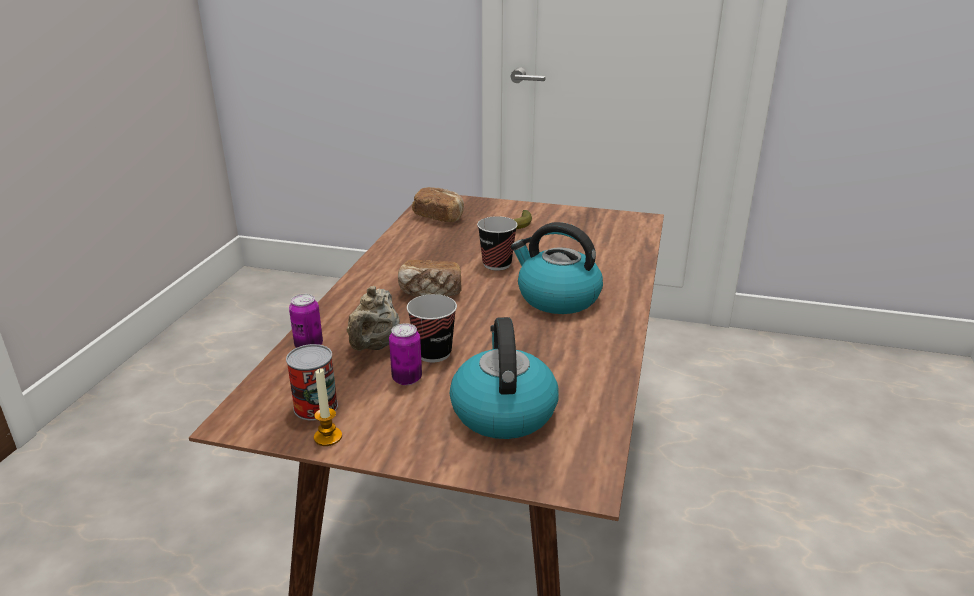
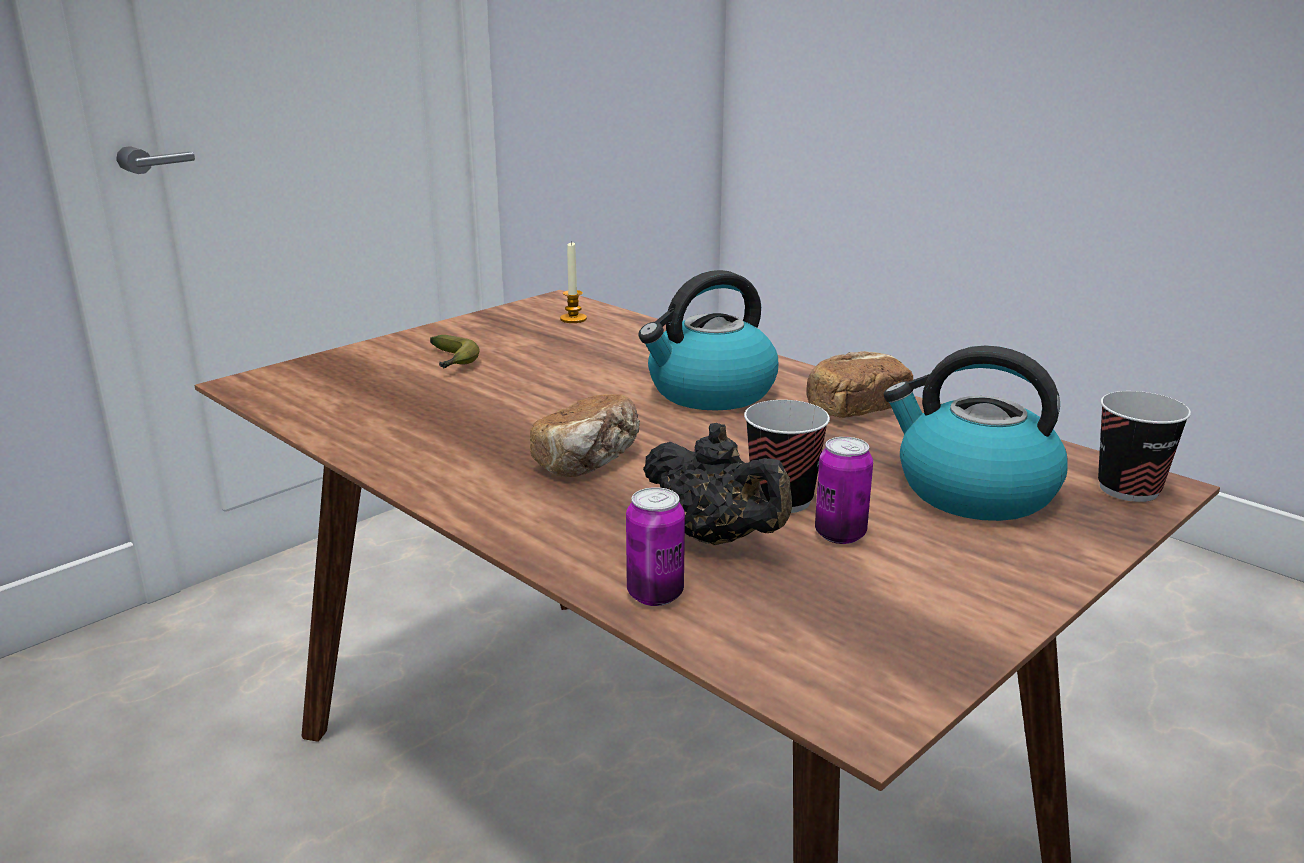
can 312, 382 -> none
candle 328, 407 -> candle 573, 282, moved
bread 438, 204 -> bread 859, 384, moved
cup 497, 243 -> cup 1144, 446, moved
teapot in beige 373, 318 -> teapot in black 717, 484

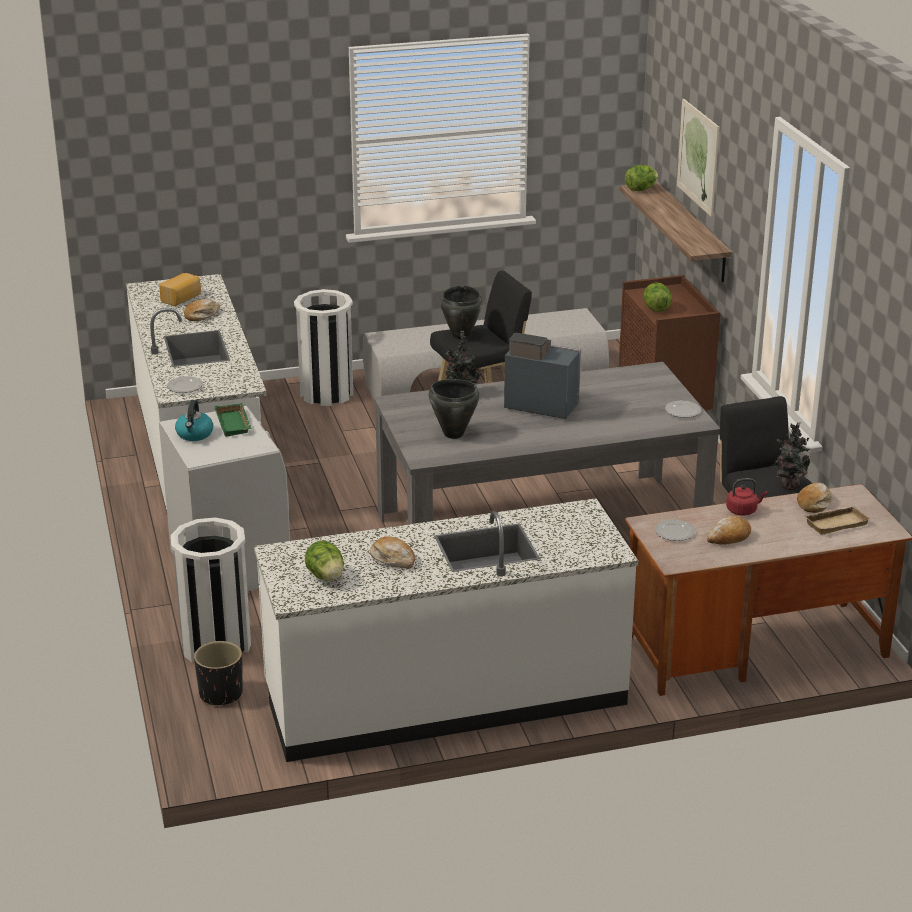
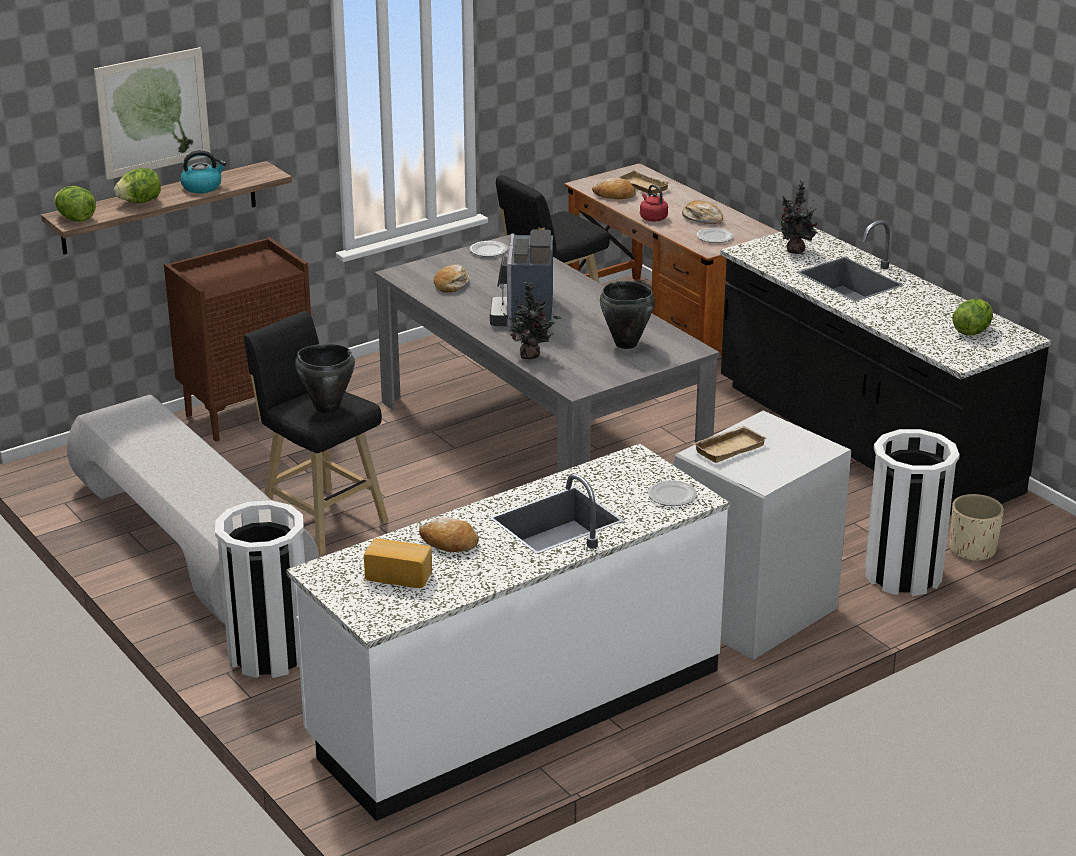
kettle 194, 420 -> kettle 203, 171, moved
bread 392, 552 -> bread 451, 278, moved
lettuce 658, 297 -> lettuce 137, 185, moved
potted plant 791, 456 -> potted plant 799, 217, moved
planter in black 218, 673 -> planter in beige 977, 528
tray in green 233, 420 -> tray in beige 729, 444
counter in white 446, 630 -> counter in black 885, 368

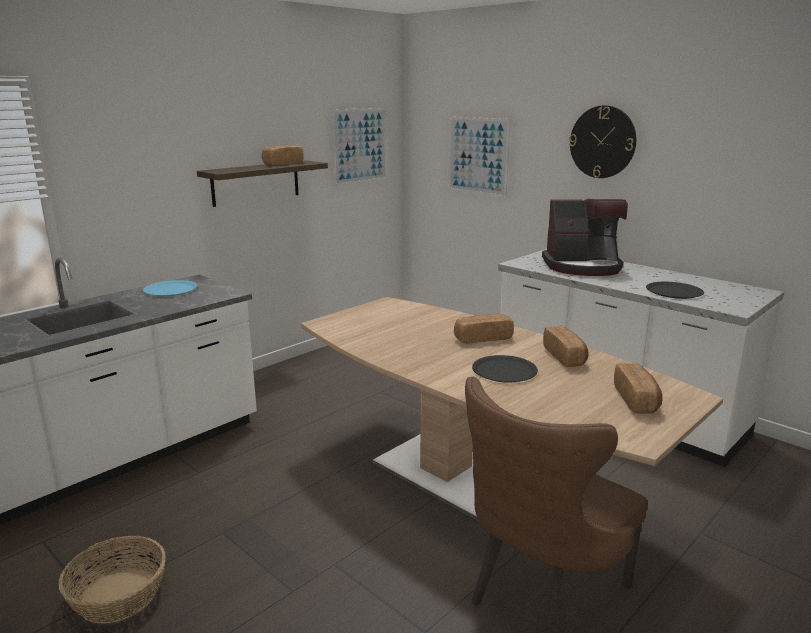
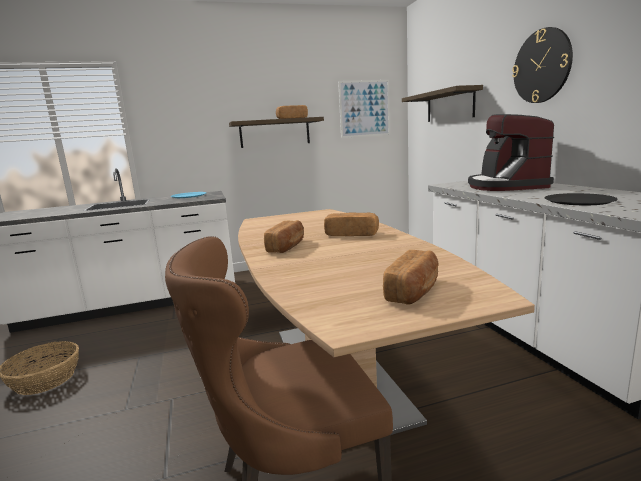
plate in black 505, 368 -> none
bread 566, 346 -> bread 284, 236, moved
picture 479, 157 -> shelf 442, 103
coffee machine 585, 237 -> coffee machine 511, 152, 60 degrees clockwise

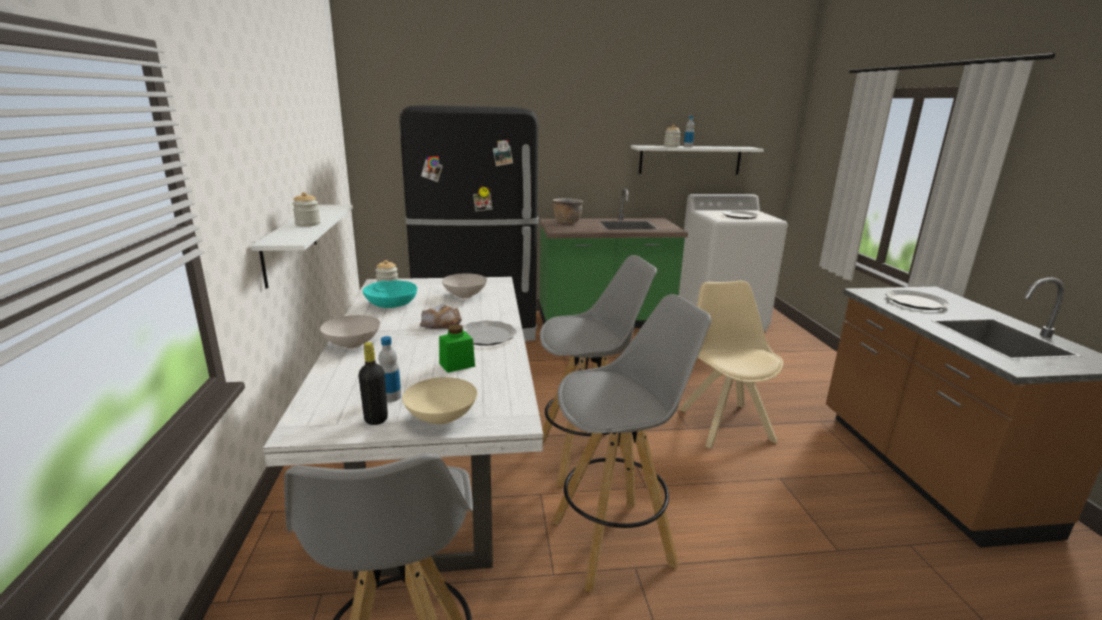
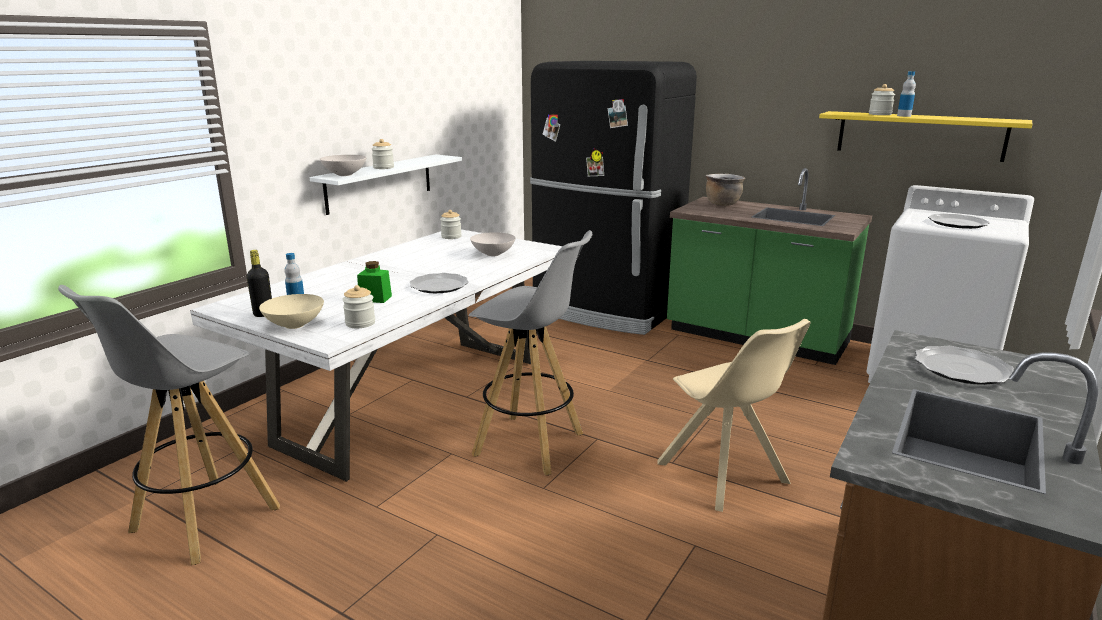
bowl in turquoise 390, 294 -> none
bread 441, 316 -> none
stool in grey 631, 443 -> none
none -> jar 358, 306
bowl in white 350, 331 -> bowl in white 343, 165, moved
shelf in white 697, 159 -> shelf in yellow 925, 136
chair in beige 731, 365 -> chair in beige 733, 415, 120 degrees clockwise

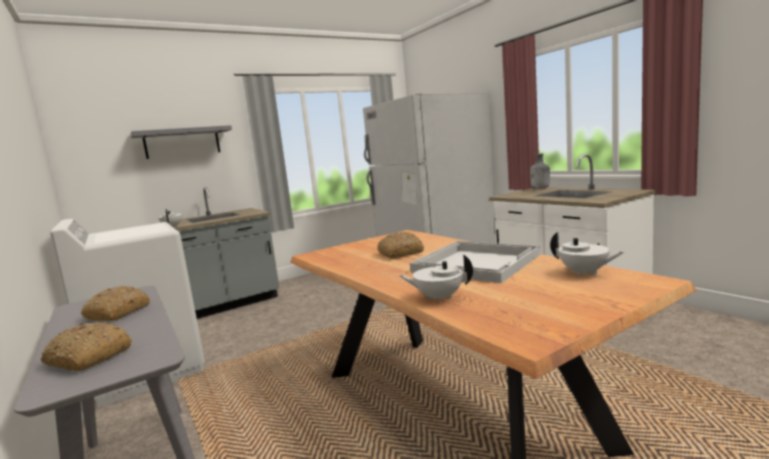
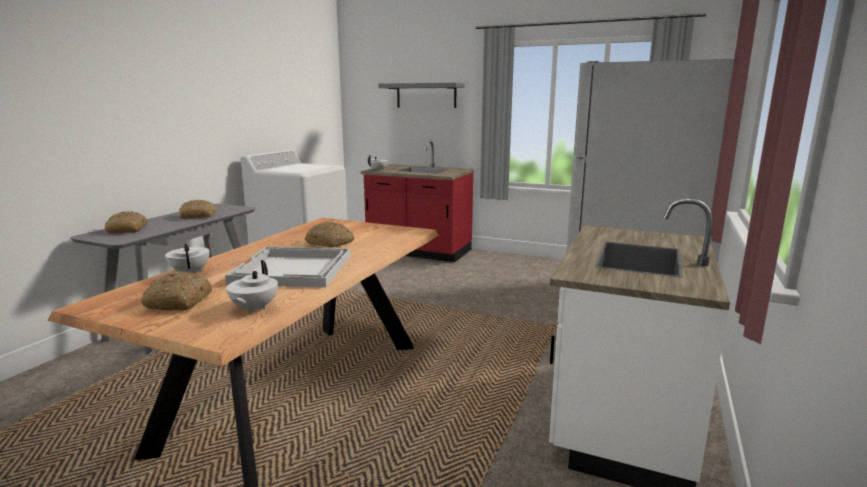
bottle in grey 540, 171 -> none
none -> bread 176, 290
counter in grey 216, 253 -> counter in red 417, 201

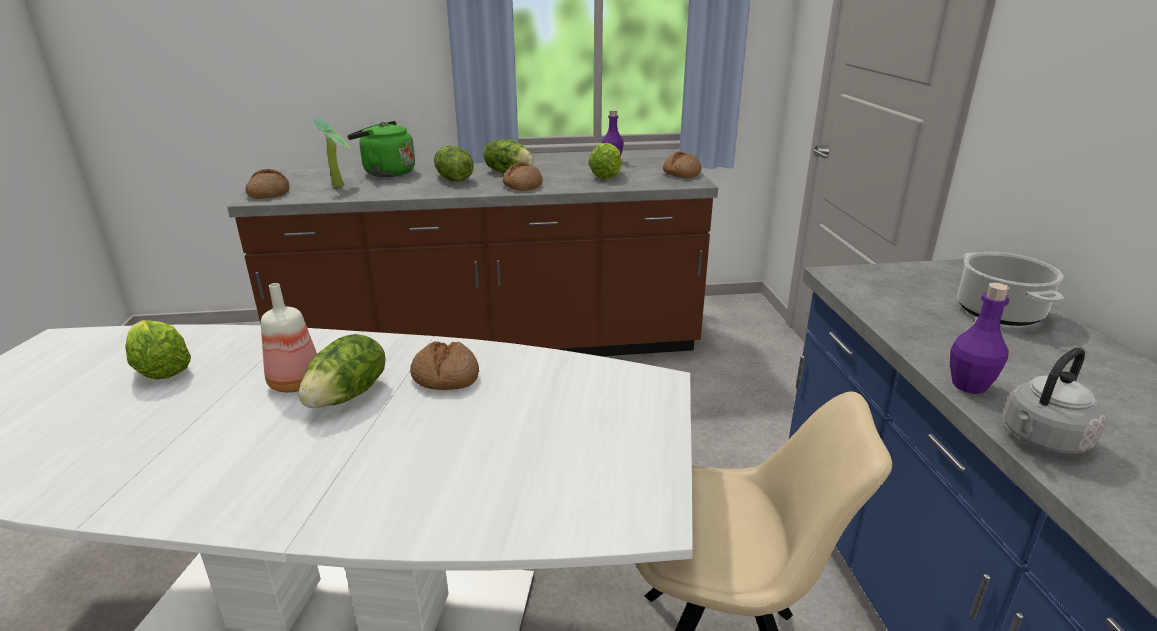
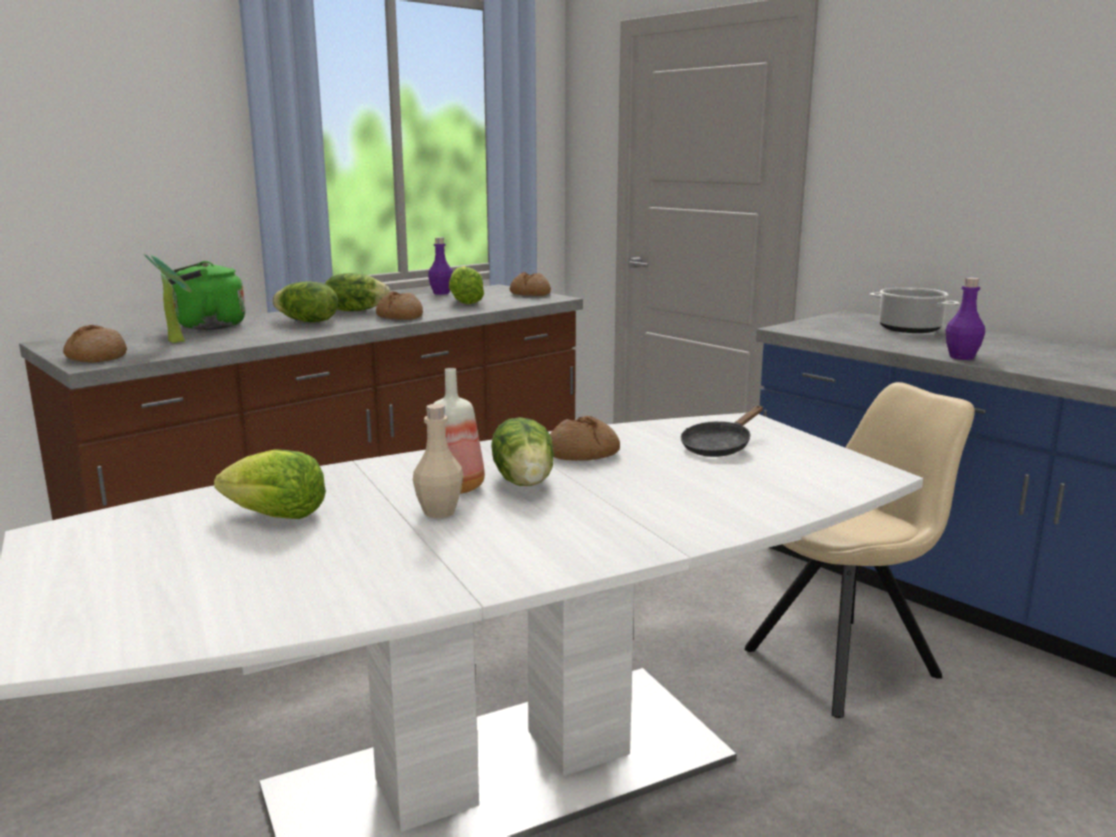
kettle in grey 1055, 401 -> none
none -> bottle in beige 438, 461
none -> frying pan in black 722, 431

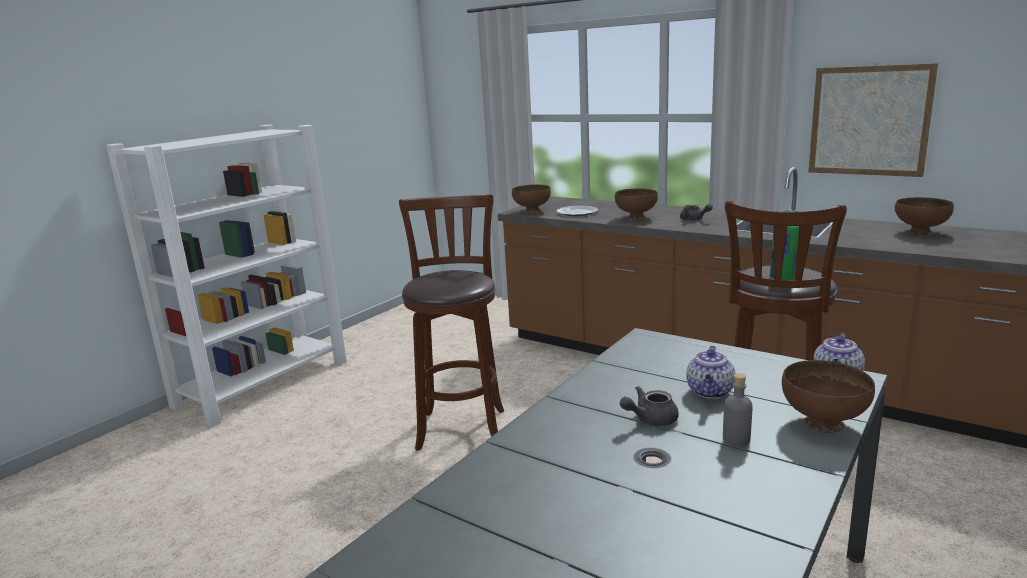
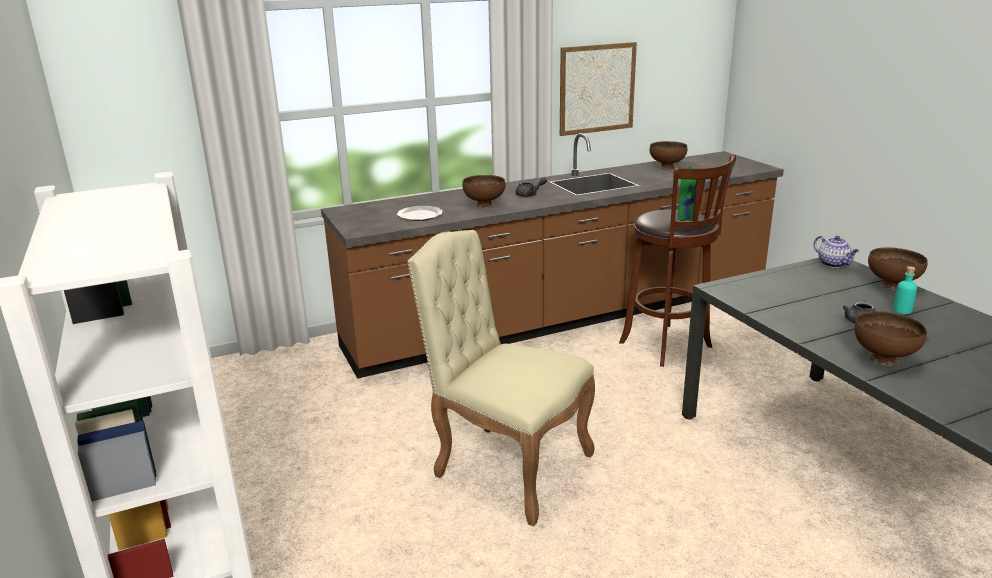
teapot 711, 372 -> none
bowl in brown 531, 199 -> bowl in brown 890, 338, moved
stool in brown 451, 322 -> chair in beige 501, 378
bottle in grey 738, 410 -> bottle in turquoise 905, 290

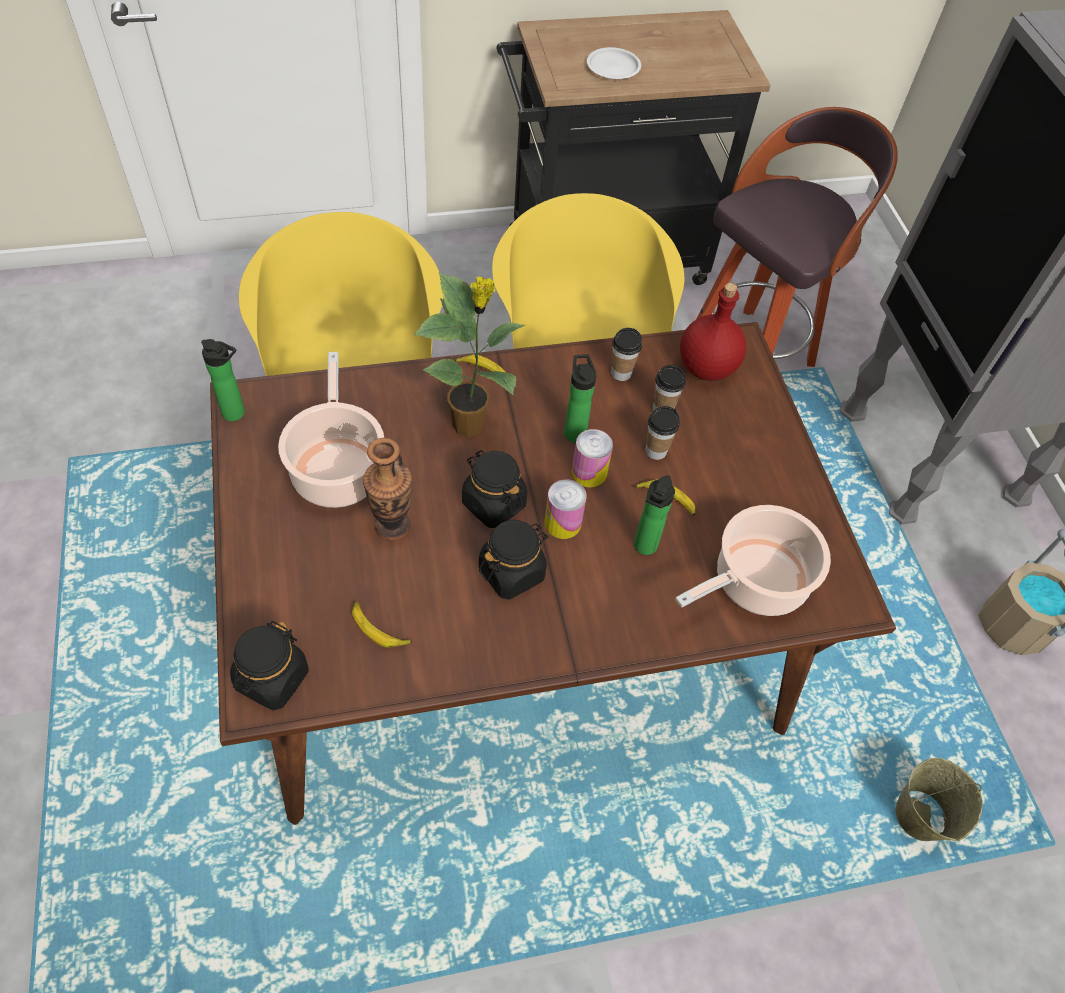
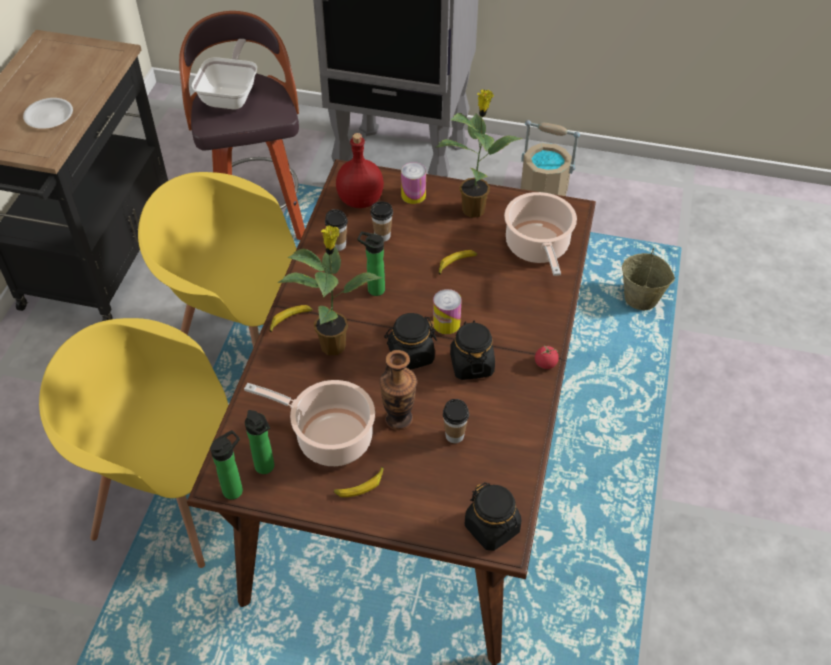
none -> frying pan 224, 74
none -> potted plant 479, 154
none -> tomato 547, 357
banana 382, 625 -> banana 359, 482, moved
can 592, 458 -> can 413, 183, moved
bottle 654, 515 -> bottle 259, 442, moved
cup 662, 433 -> cup 456, 421, moved

